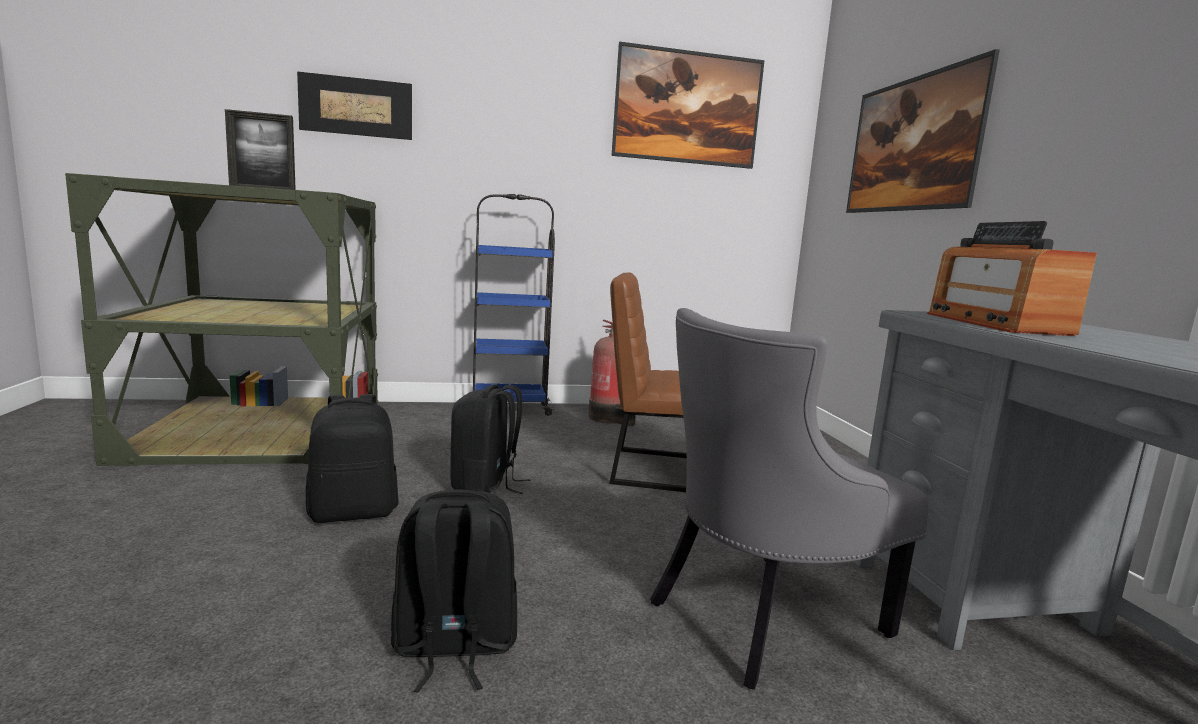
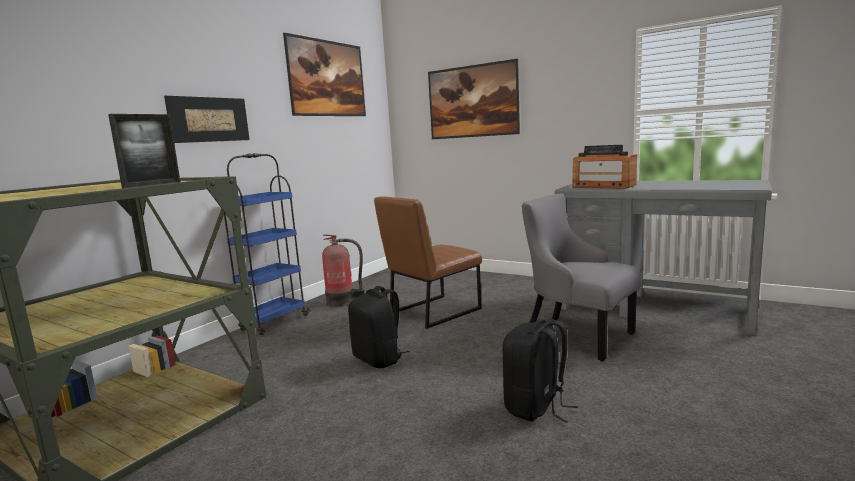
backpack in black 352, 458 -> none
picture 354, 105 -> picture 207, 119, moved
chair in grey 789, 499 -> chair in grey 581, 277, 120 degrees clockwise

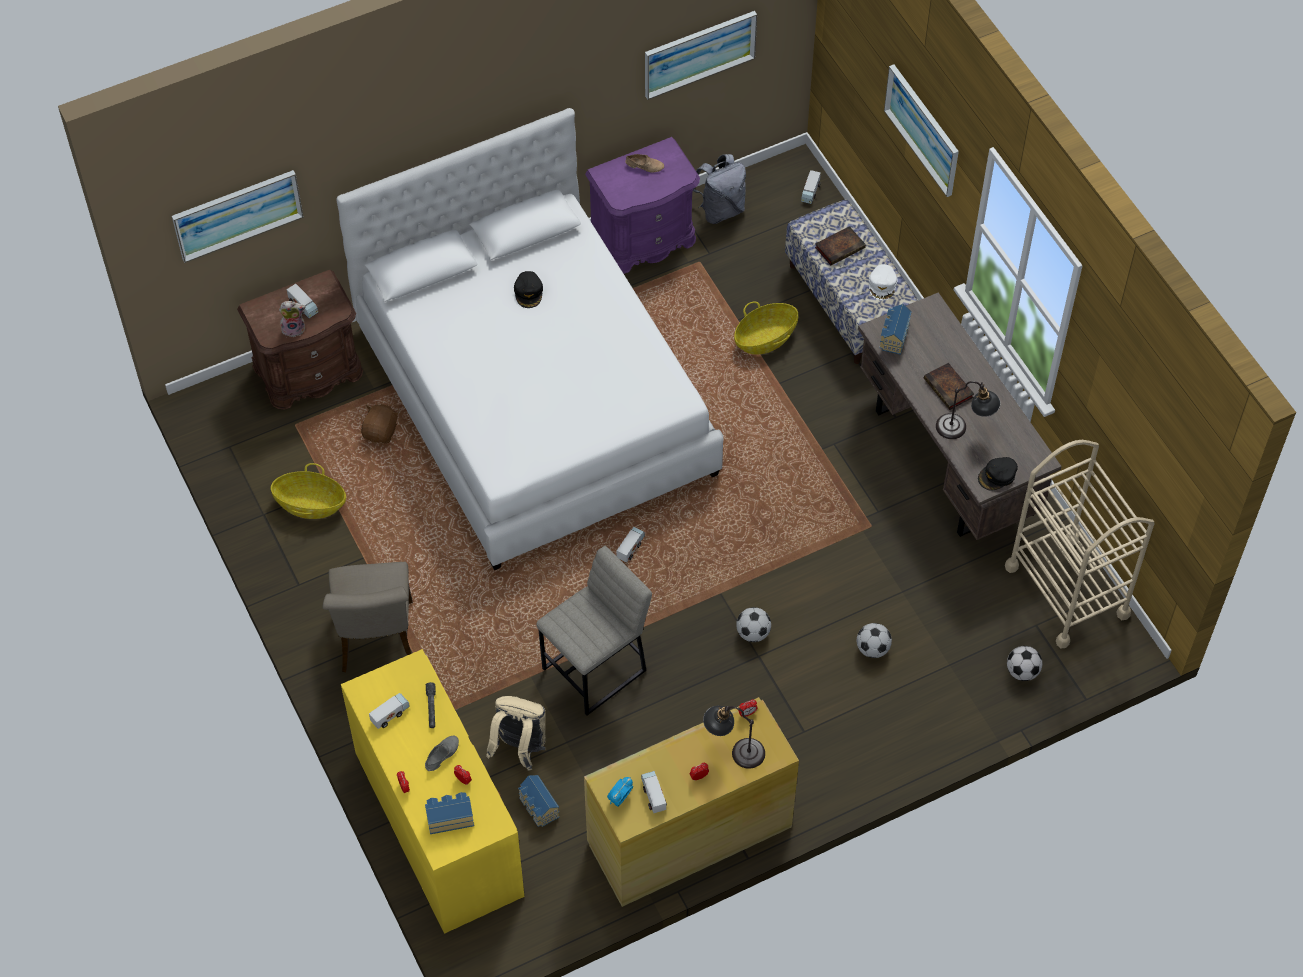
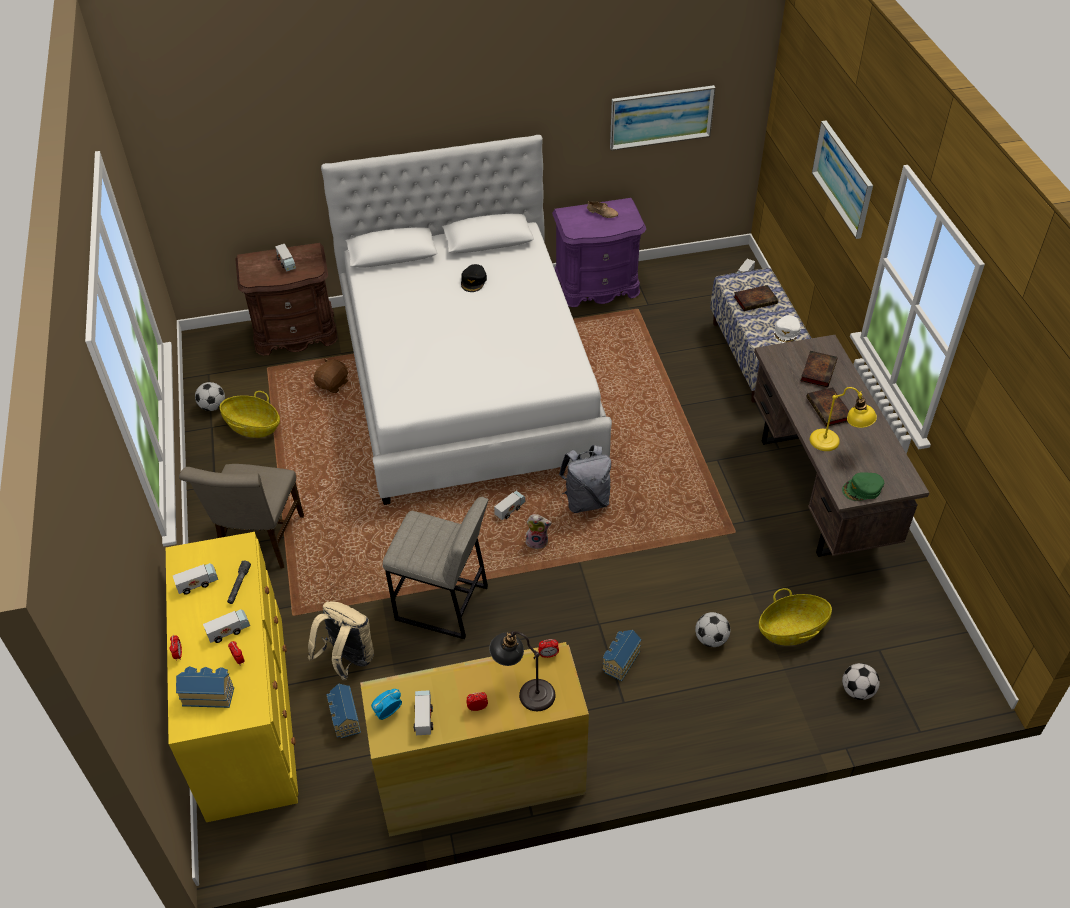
picture 238, 216 -> none
cart in beige 1080, 544 -> none
none -> book 819, 369
plush toy 292, 319 -> plush toy 539, 531, moved
backpack in grey 719, 189 -> backpack in grey 585, 479, moved
basket 766, 328 -> basket 795, 616, moved
football 753, 624 -> football 210, 396, moved
toy house 895, 329 -> toy house 622, 655, moved
shoe in grey 442, 753 -> toy truck 226, 626
table lamp in grey 968, 410 -> table lamp in yellow 843, 419
cap in black 998, 473 -> cap in green 863, 486
chair in grey 594, 630 -> chair in grey 436, 568, 45 degrees clockwise

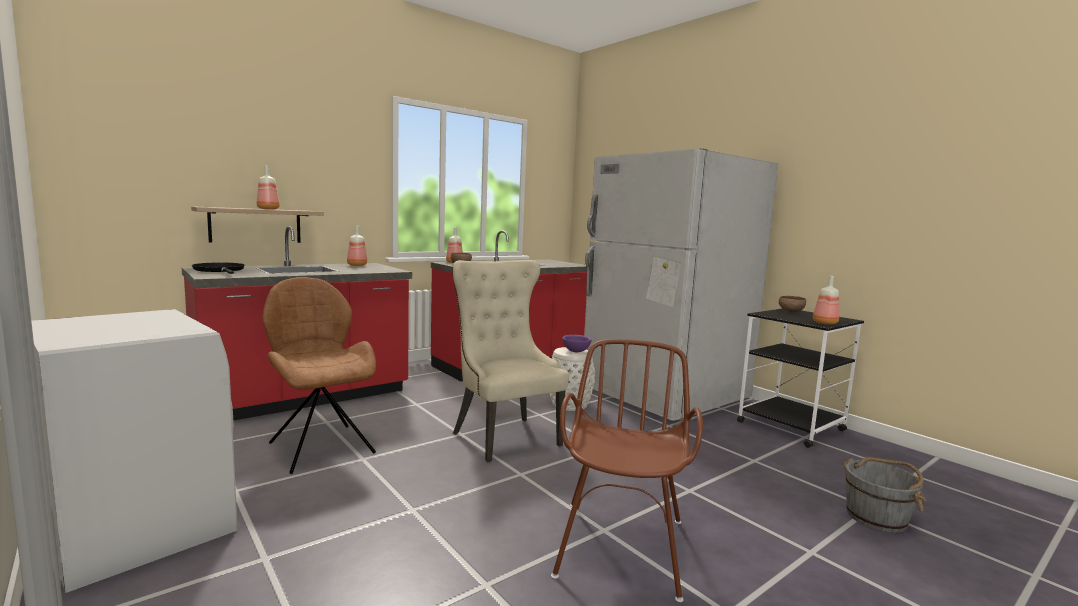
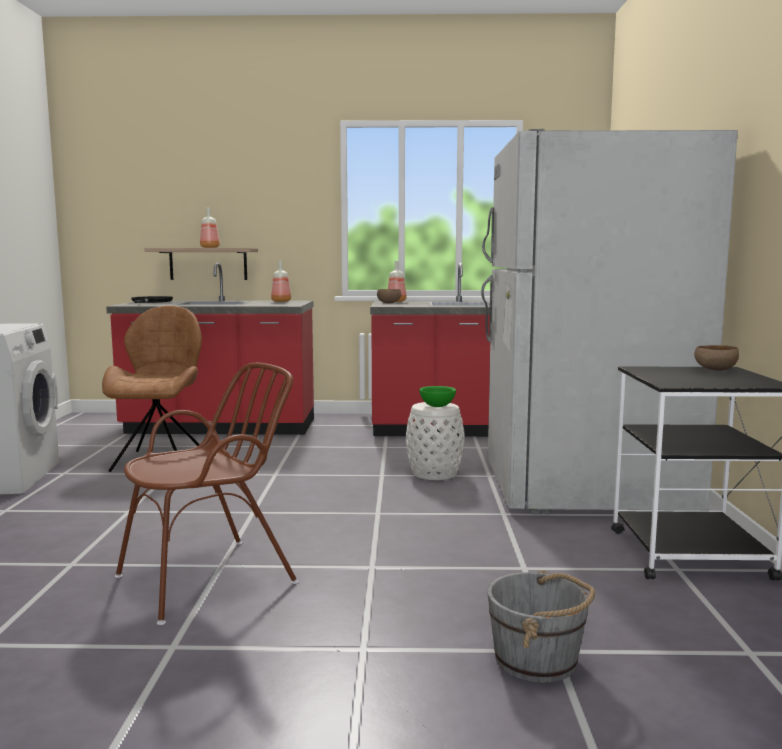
chair in beige 511, 361 -> none
bottle 826, 300 -> none
bowl in purple 577, 343 -> bowl in green 437, 396

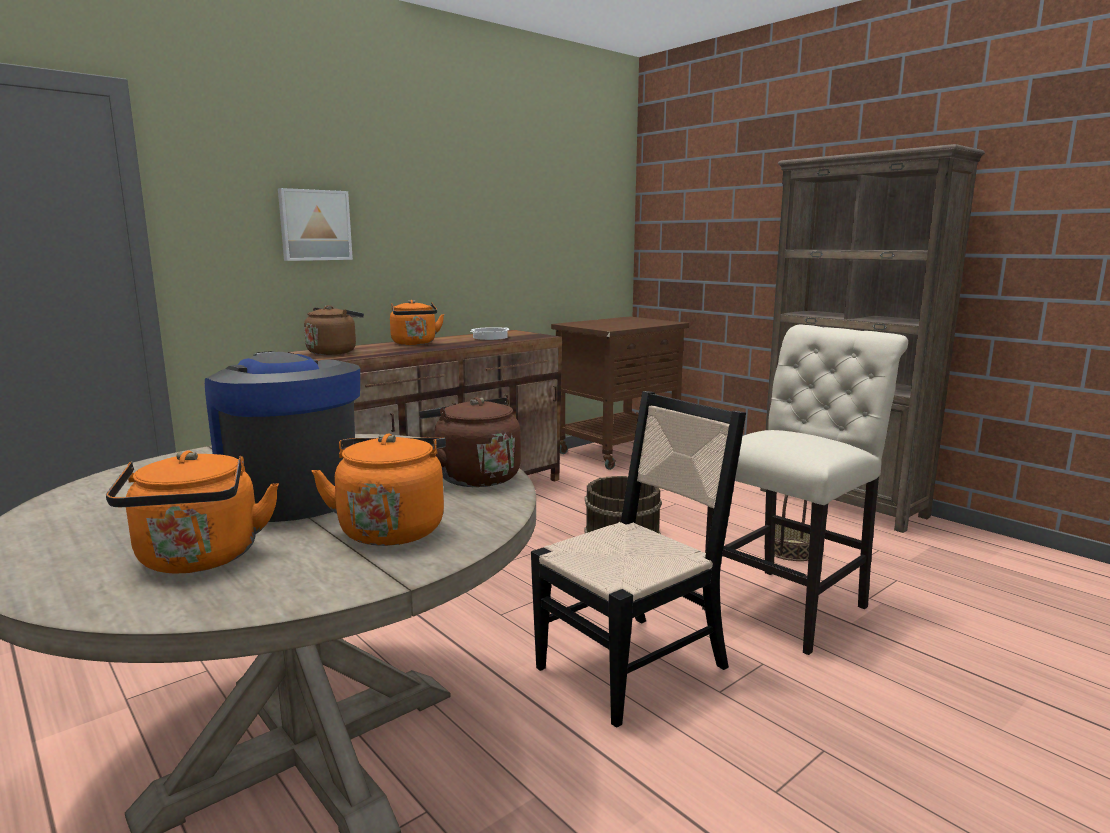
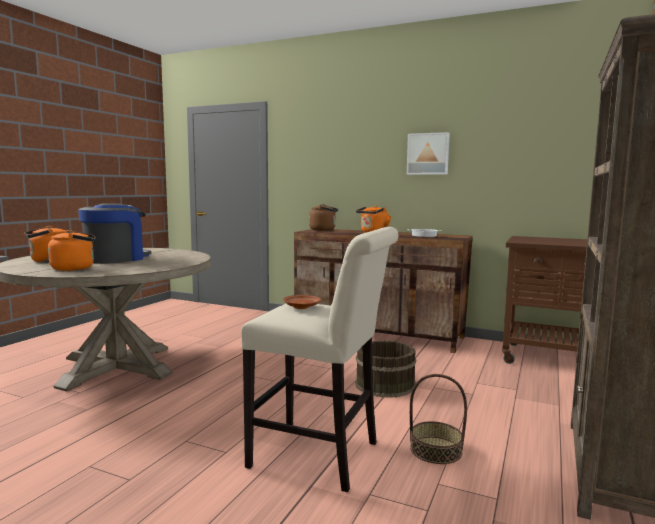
kettle in brown 470, 442 -> none
chair 638, 559 -> none
none -> plate in brown 302, 302
picture 315, 224 -> picture 428, 153, moved

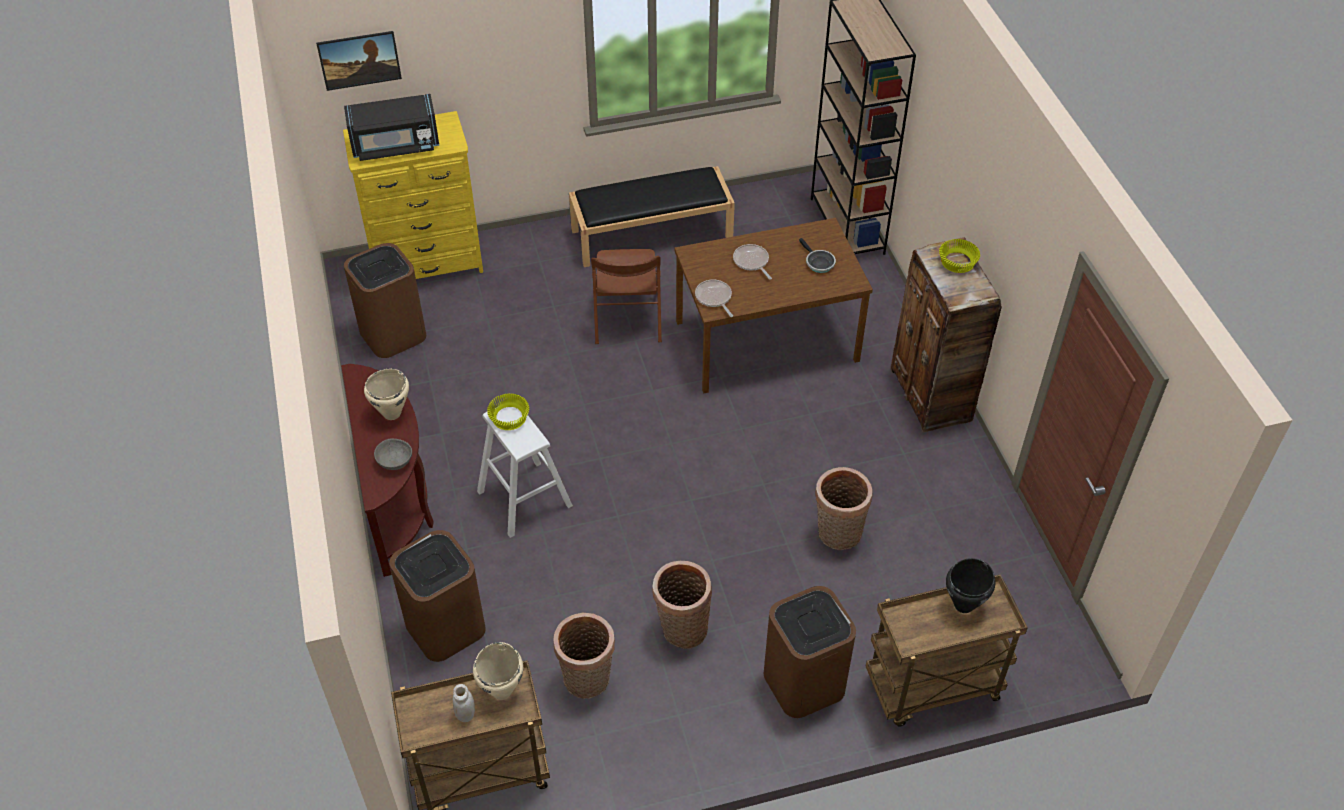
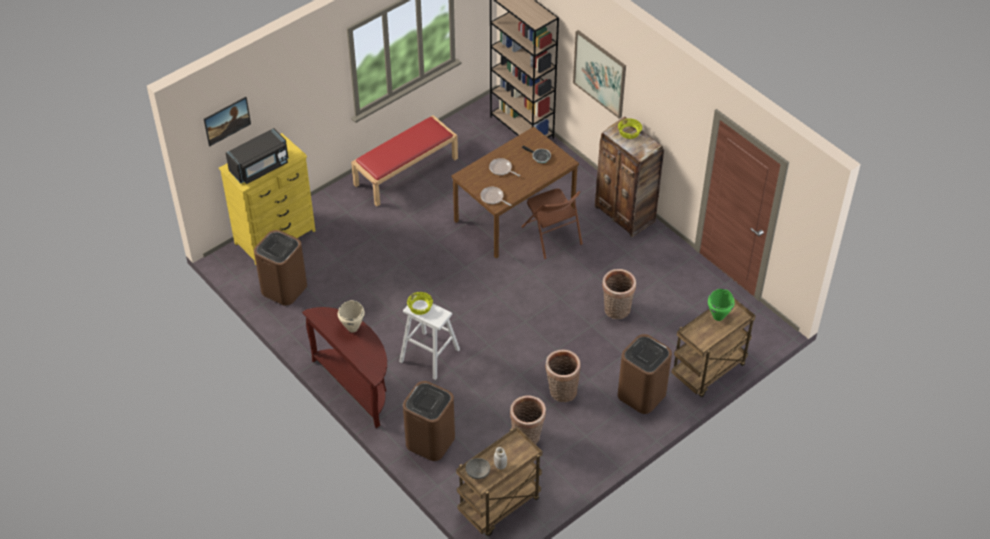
cooking pot in beige 498, 671 -> none
none -> picture 599, 74
bowl in grey 393, 454 -> bowl in grey 478, 468, moved
chair in brown 626, 296 -> chair in brown 552, 224, moved
bench in black 652, 216 -> bench in red 404, 160
cooking pot in black 970, 585 -> cooking pot in green 721, 305

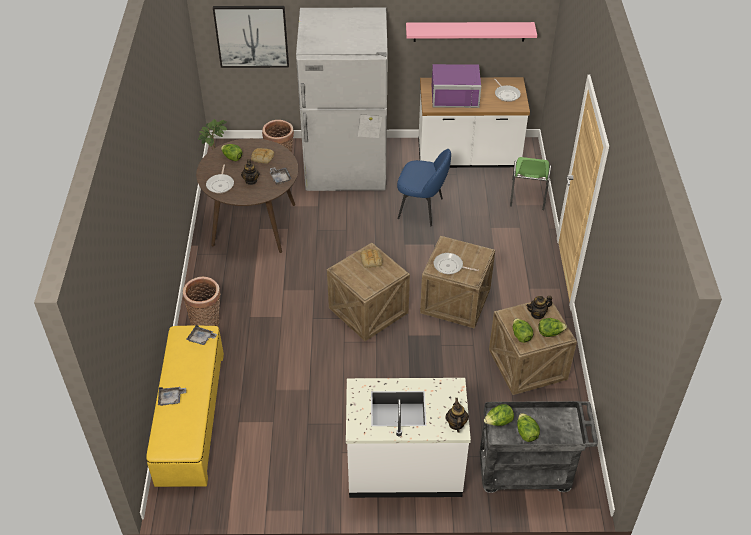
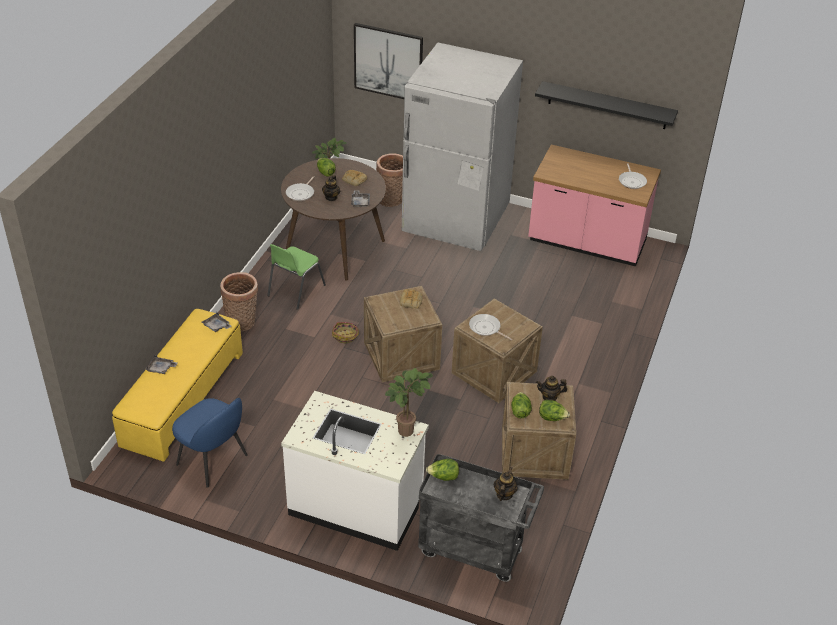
microwave in purple 456, 86 -> none
lettuce 528, 427 -> none
none -> basket 345, 333
none -> potted plant 409, 402
chair in blue 424, 187 -> chair in blue 210, 443, moved
teapot 457, 415 -> teapot 506, 484, moved
chair in green 530, 183 -> chair in green 296, 277, moved
shelf in pink 471, 32 -> shelf in black 606, 105
counter in white 474, 122 -> counter in pink 594, 205

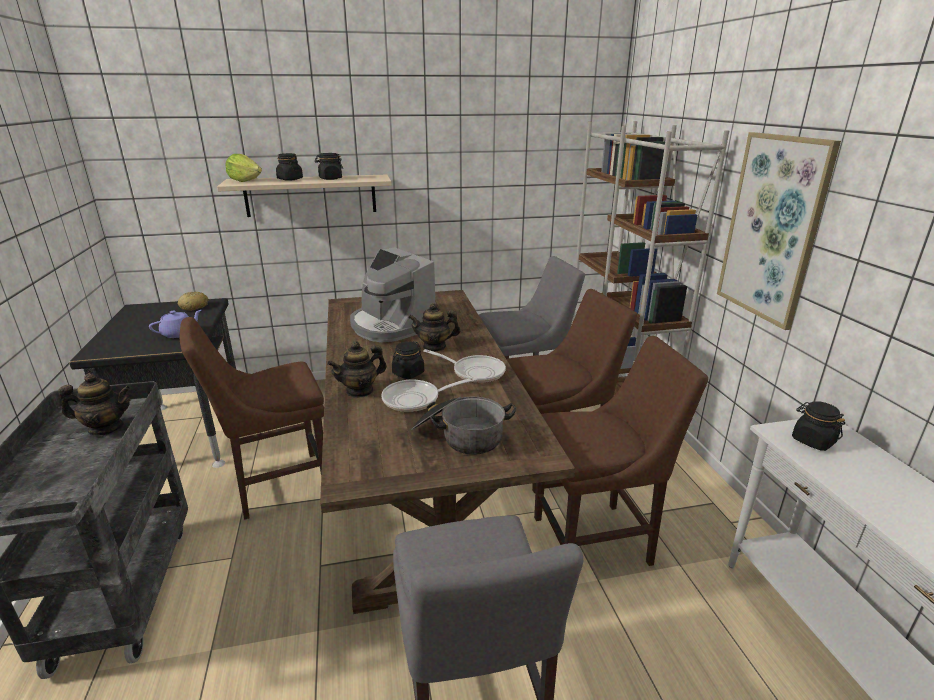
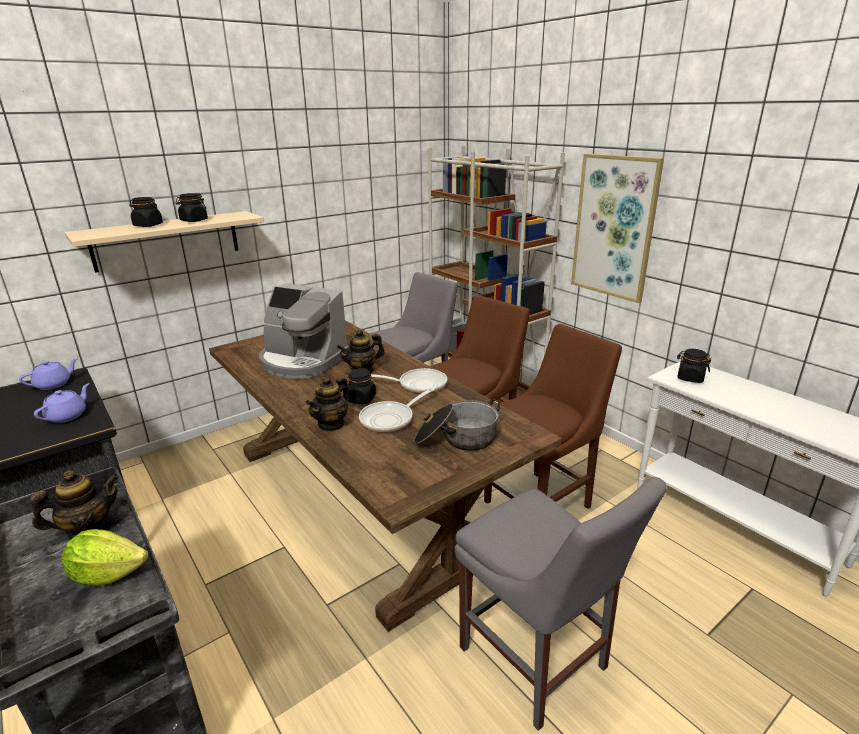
chair in brown 252, 418 -> none
lettuce 243, 168 -> lettuce 105, 557, moved
bread 193, 301 -> teapot in purple 48, 374

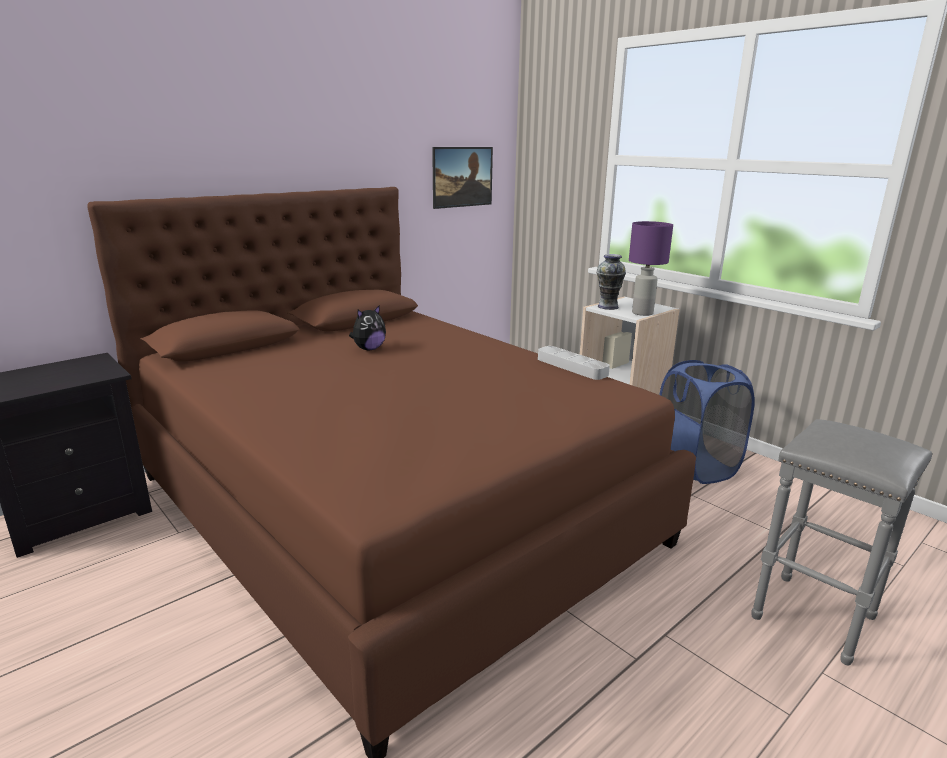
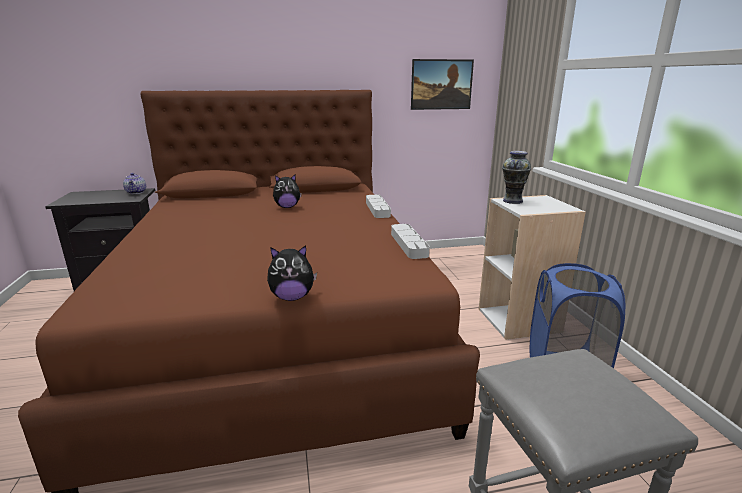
table lamp in purple 651, 268 -> none
none -> teapot 134, 183
none -> plush toy 292, 273
none -> tray in grey 378, 206

